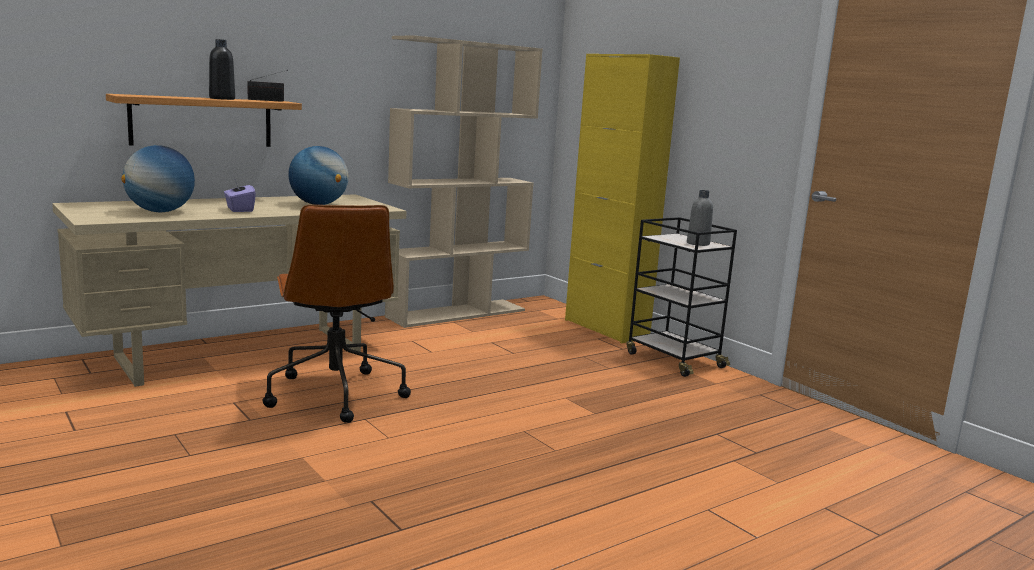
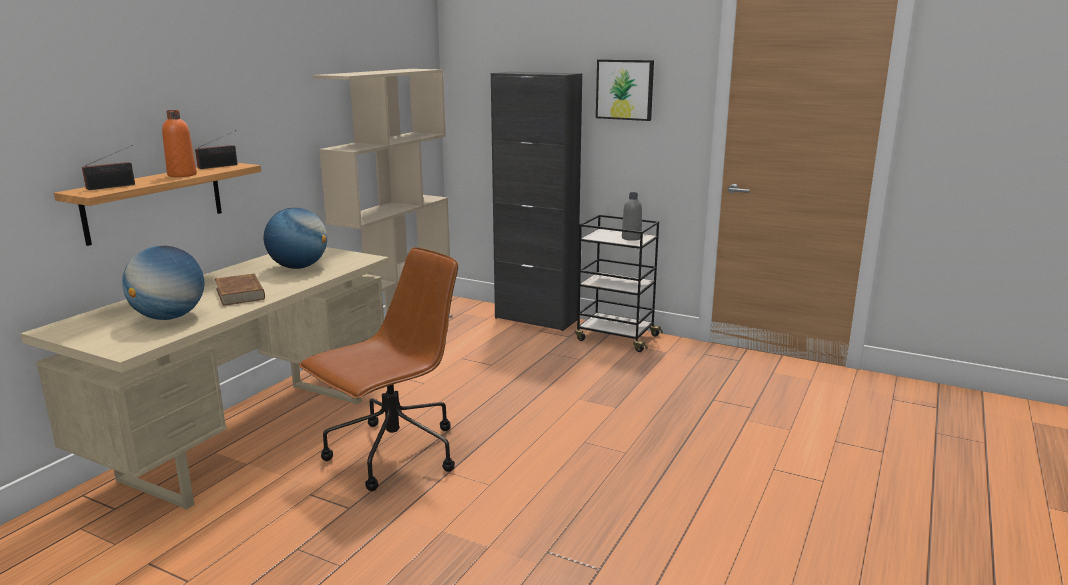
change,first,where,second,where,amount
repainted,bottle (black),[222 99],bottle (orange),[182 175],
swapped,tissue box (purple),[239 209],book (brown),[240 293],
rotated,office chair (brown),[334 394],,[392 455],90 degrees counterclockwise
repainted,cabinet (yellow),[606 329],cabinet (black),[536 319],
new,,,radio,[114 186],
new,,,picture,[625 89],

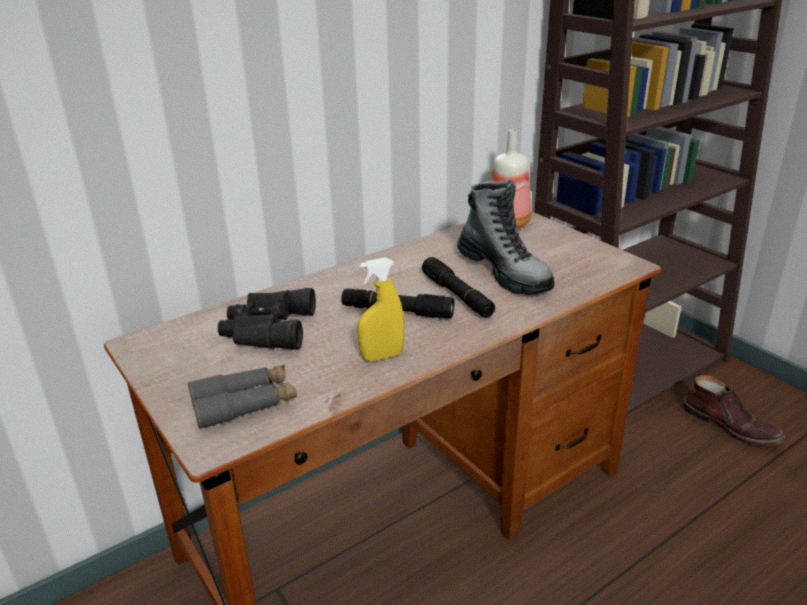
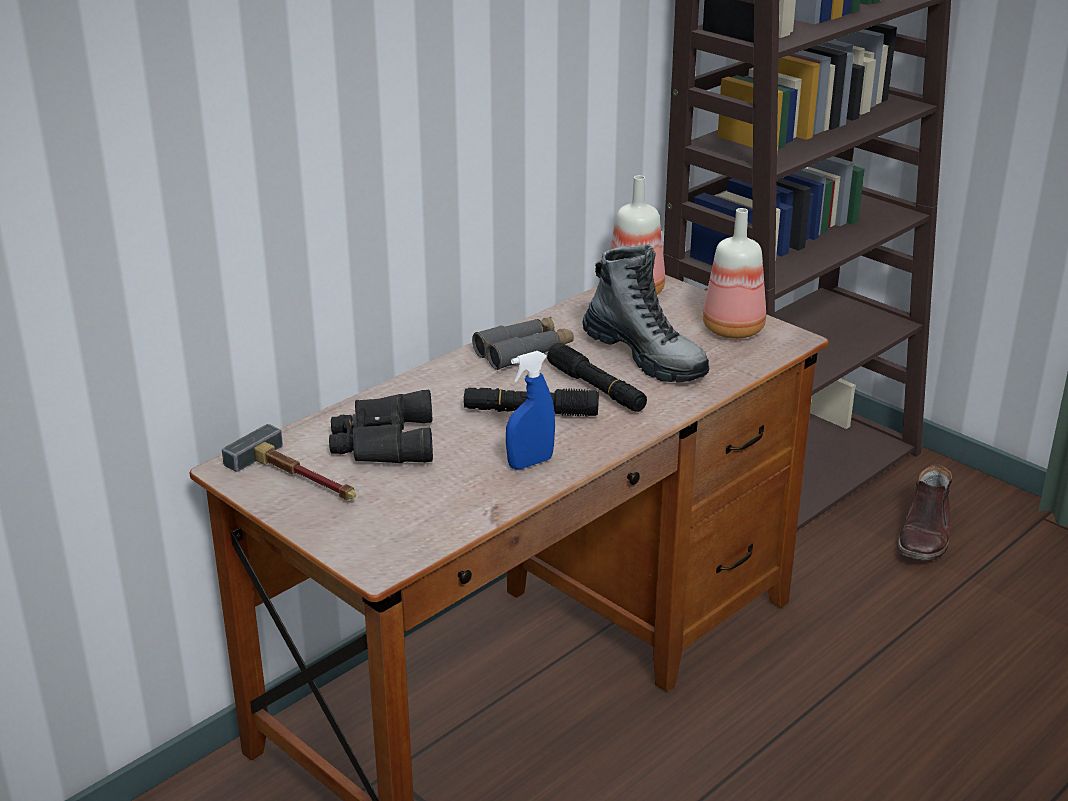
change,first,where,second,where,amount
shifted,binoculars (grey),[244 404],,[524 351],
repainted,spray bottle (yellow),[382 356],spray bottle (blue),[530 463],
rotated,boot (brown),[730 425],,[925 535],75 degrees clockwise
new,,,hammer,[299 478],
new,,,bottle,[735 330],

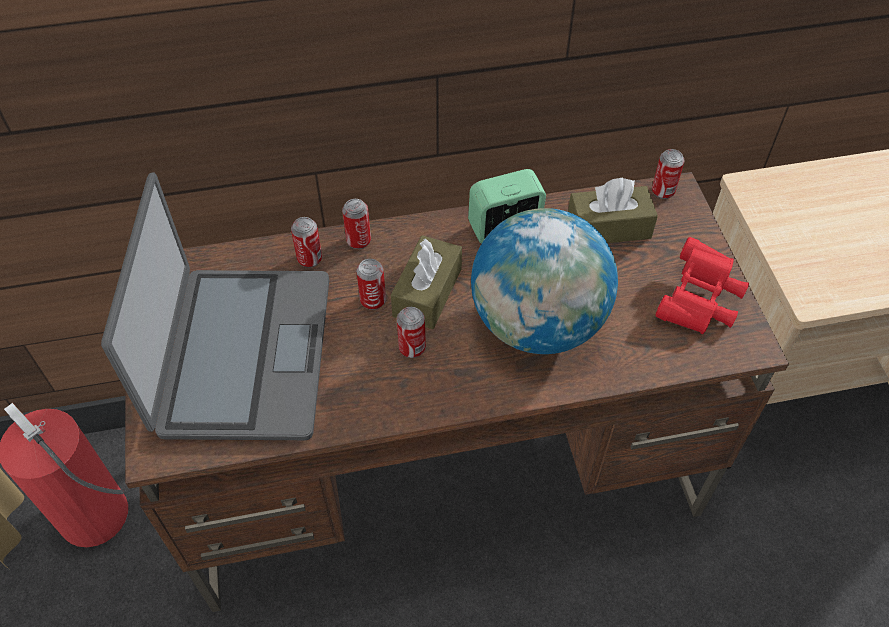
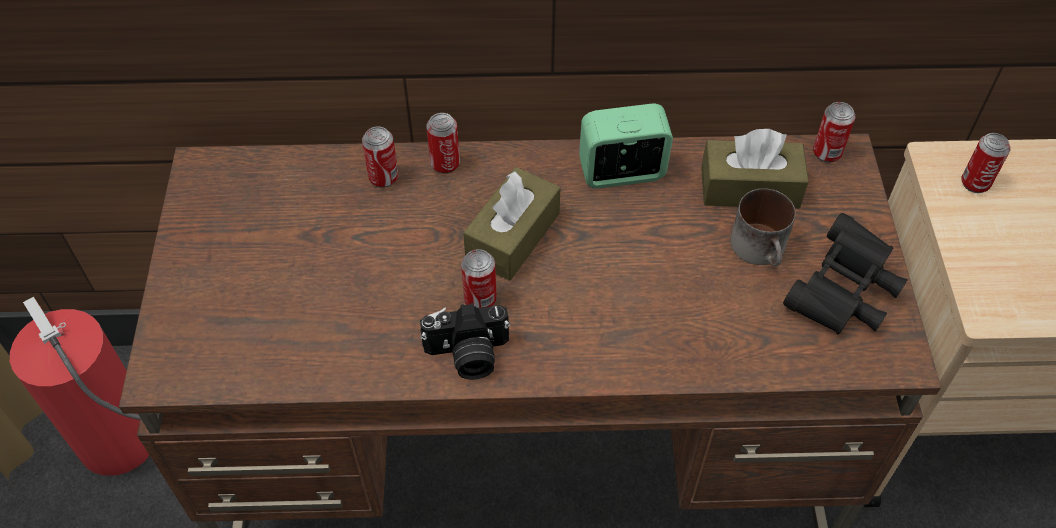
change,first,where,second,where,amount
gone,laptop,[243 354],,,
shifted,can,[373 300],,[975 183],
gone,globe,[537 324],,,
repainted,binoculars (red),[698 301],binoculars (black),[842 294],
new,,,photo camera,[468 355],
new,,,mug,[762 249],

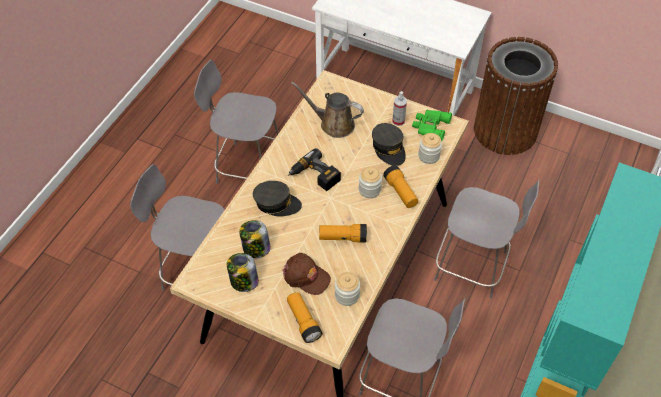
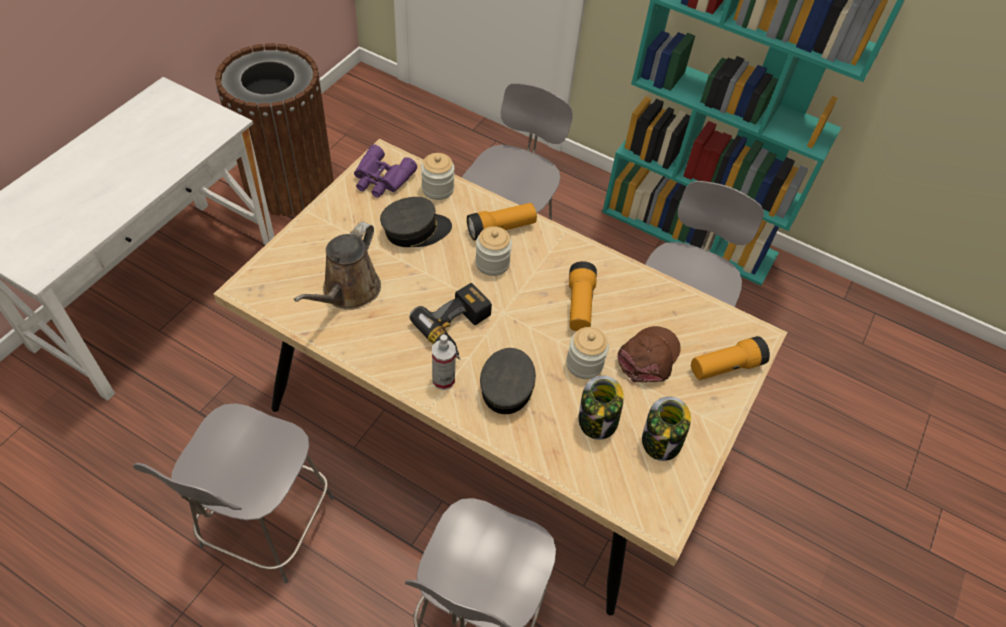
change,first,where,second,where,amount
shifted,jar,[347 295],,[584 364],
shifted,spray bottle,[398 121],,[443 380],
repainted,binoculars (green),[430 126],binoculars (purple),[381 179],

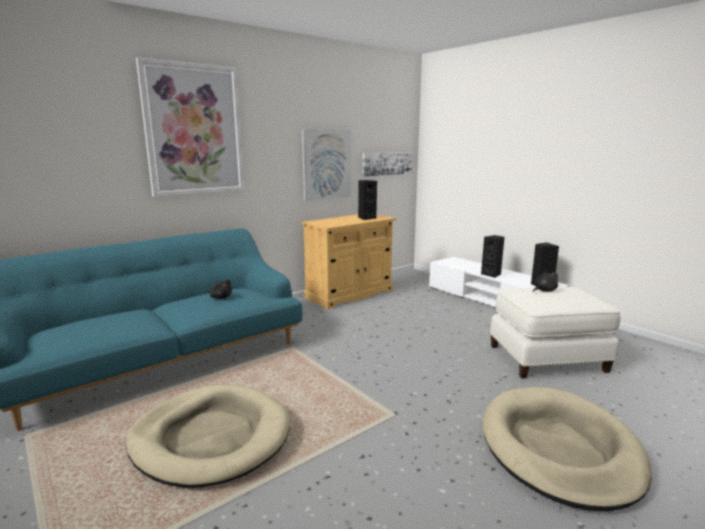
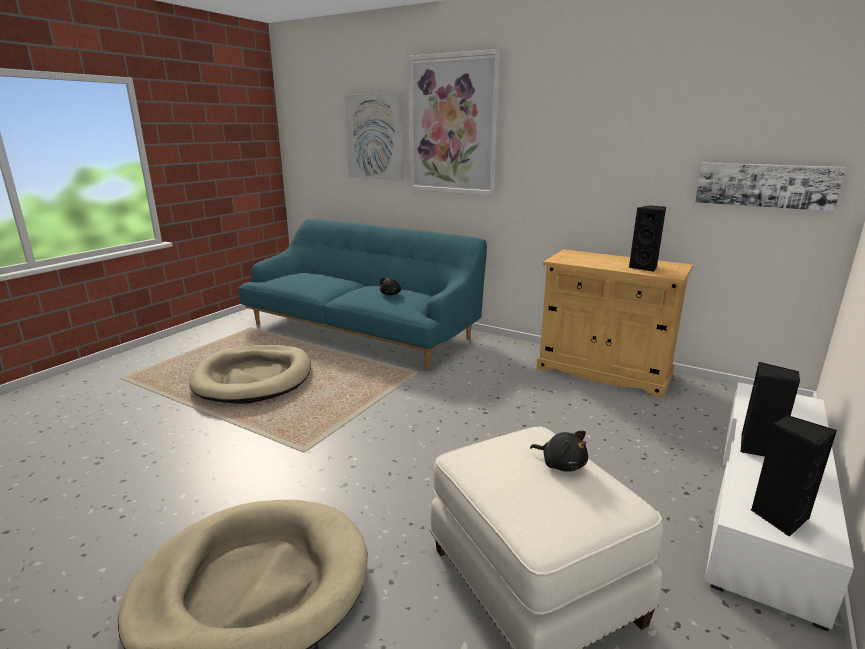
change,first,where,second,where,amount
shifted,picture,[327 164],,[374 137],

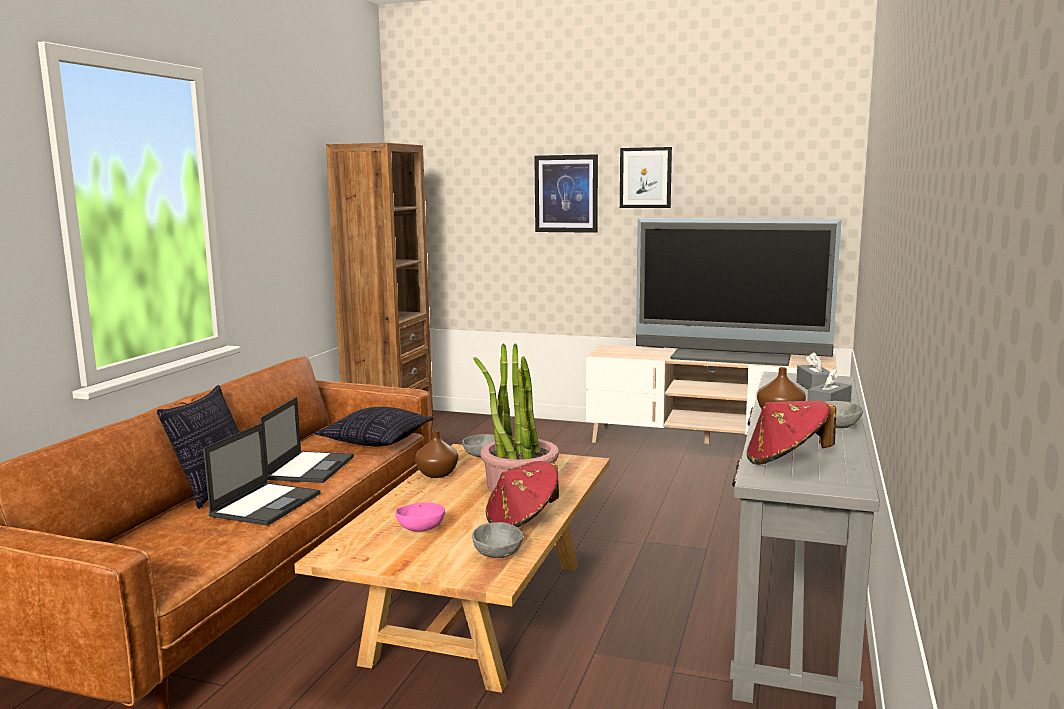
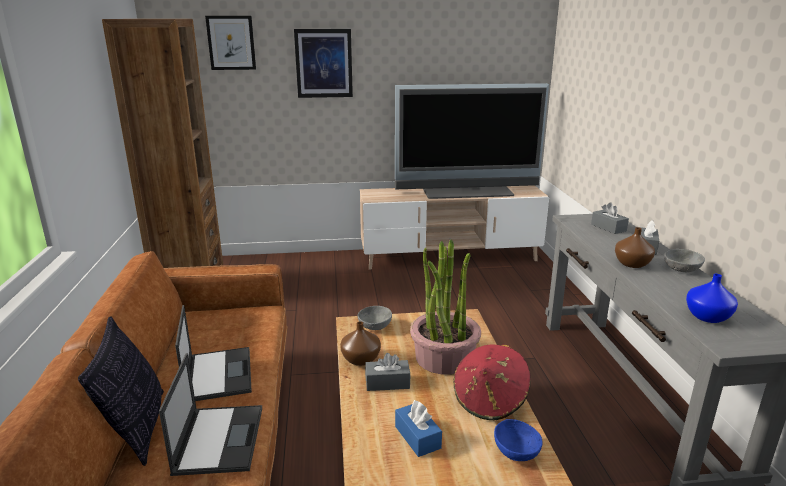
change,first,where,second,where,amount
gone,pillow,[376 441],,,
swapped,bowl (pink),[420 528],tissue box (blue),[417 437],
repainted,bowl (grey),[499 554],bowl (blue),[517 451],
shifted,picture,[645 177],,[231 43],
swapped,hat (red),[786 460],vase (blue),[708 317],
new,,,tissue box (grey),[387 383],

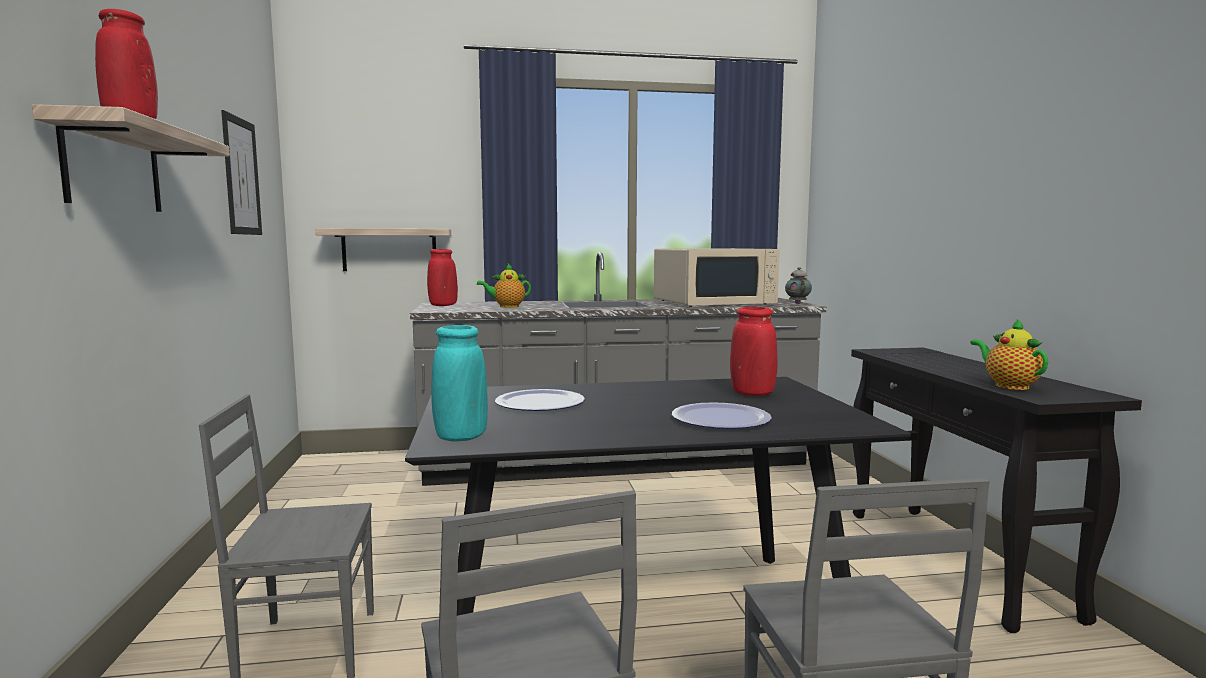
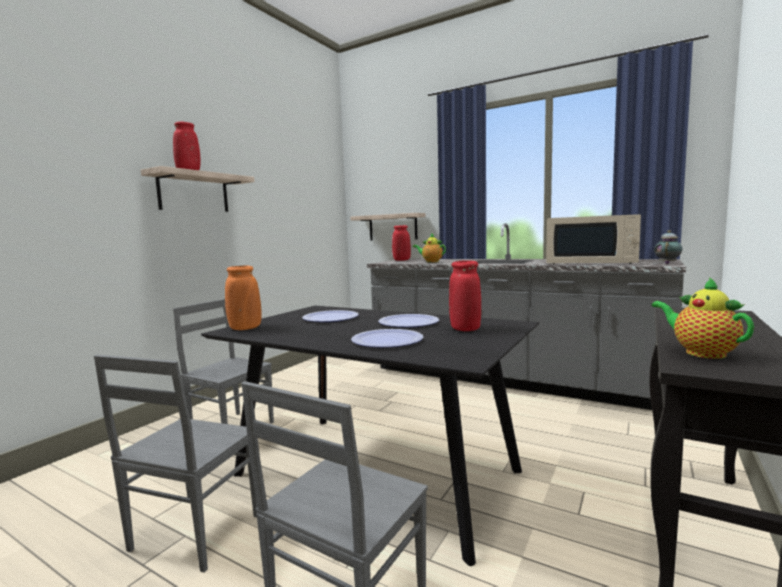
change,first,where,second,where,amount
gone,picture,[241 176],,,
repainted,vase (turquoise),[461 437],vase (orange),[245 328],
rotated,teapot,[1008 386],,[700 352],45 degrees counterclockwise
new,,,plate,[408 322],

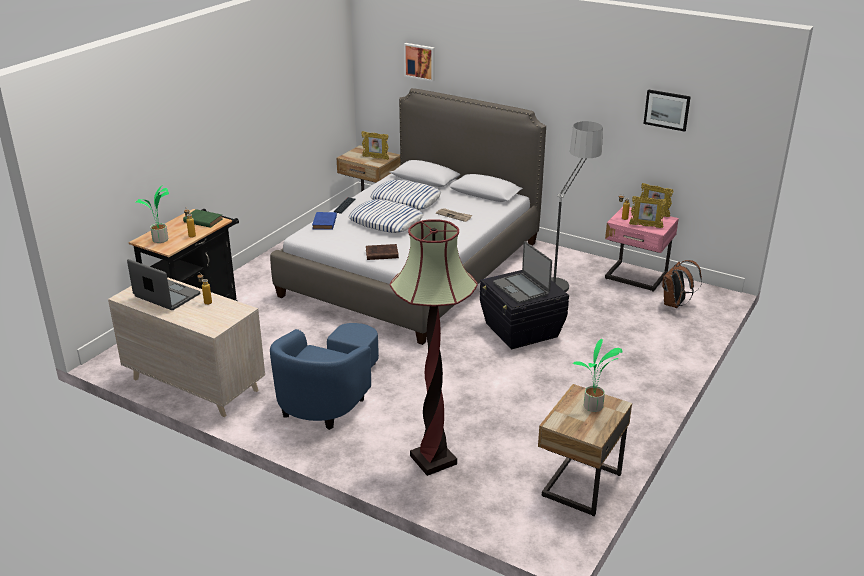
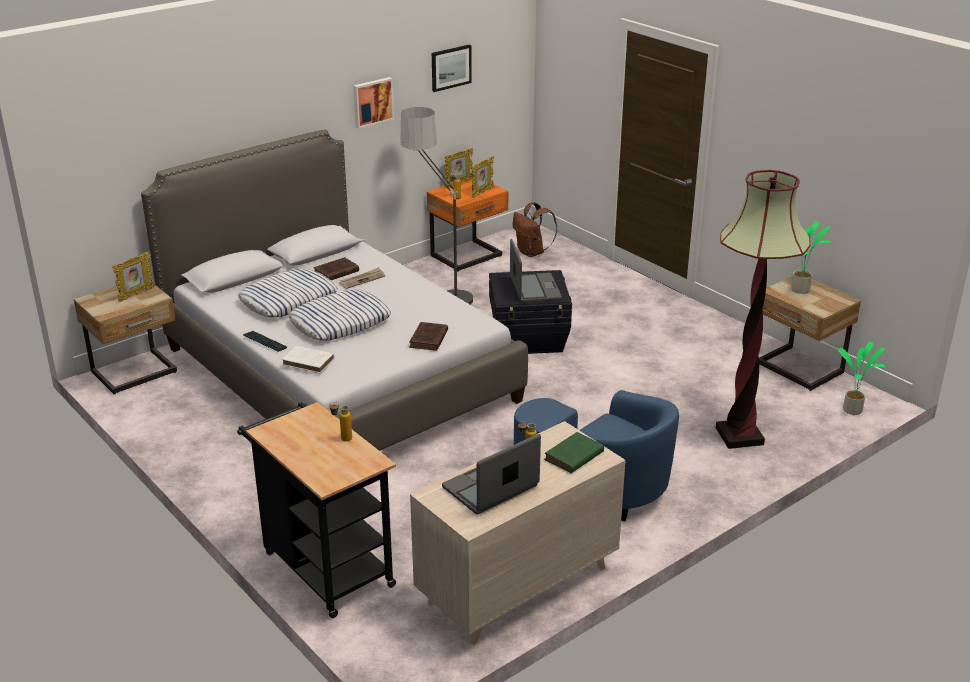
change,first,where,second,where,amount
shifted,potted plant,[160 240],,[854 410],
shifted,book (green),[202 220],,[573 456],
repainted,book (blue),[324 223],book (white),[309 362],
shifted,picture,[420 61],,[372 102],
rotated,laptop,[521 289],,[534 289],90 degrees counterclockwise
repainted,nightstand (pink),[635 278],nightstand (orange),[468 257],
new,,,book (brown),[335 272],

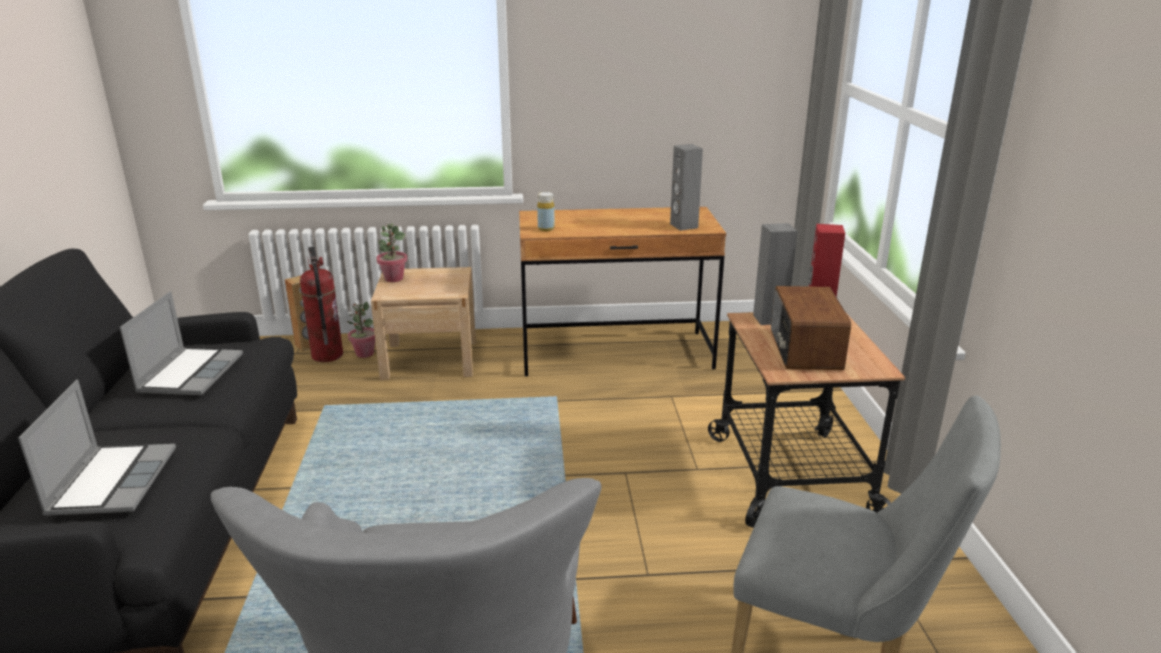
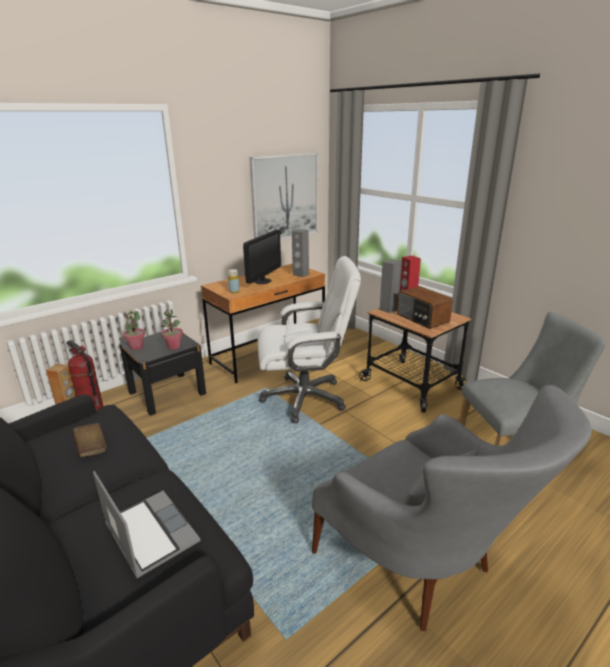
change,first,where,second,where,amount
swapped,laptop,[190 373],book (brown),[91 447],
shifted,potted plant,[364 354],,[174 346],
repainted,nightstand (beige),[430 359],nightstand (black),[167 393],
new,,,monitor,[263 281],
new,,,picture,[285 197],
new,,,office chair (white),[305 398],

